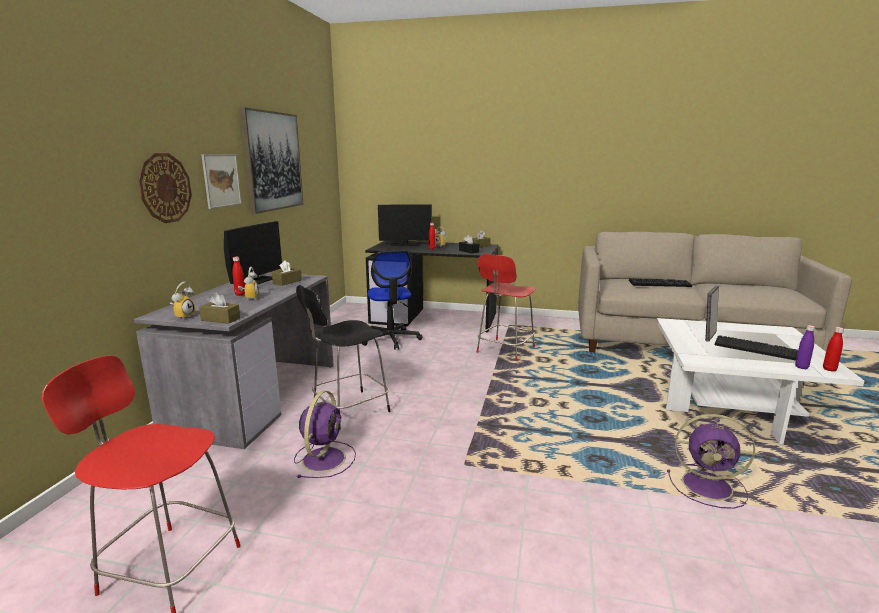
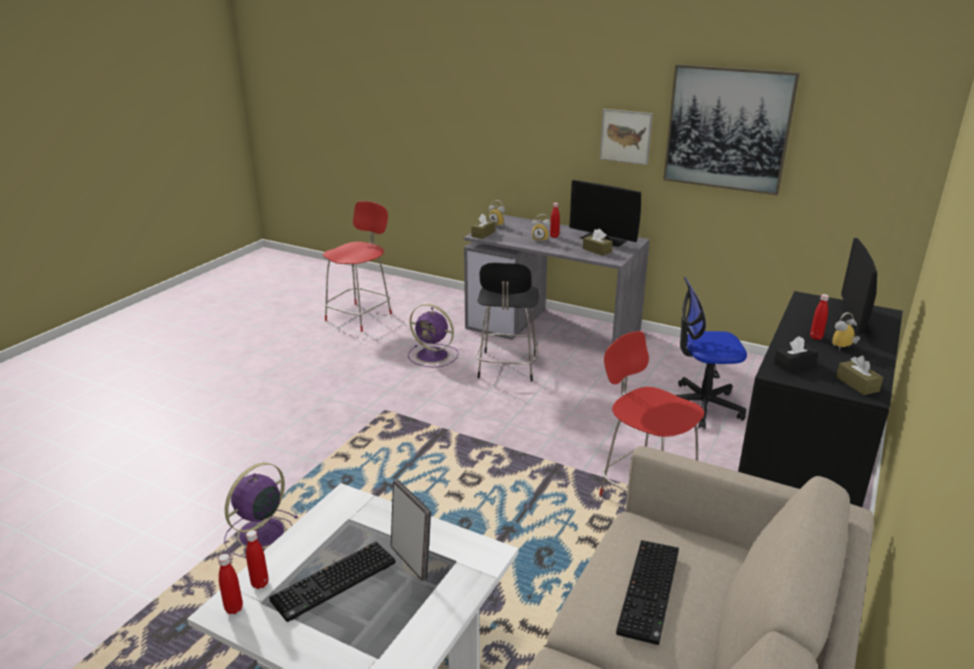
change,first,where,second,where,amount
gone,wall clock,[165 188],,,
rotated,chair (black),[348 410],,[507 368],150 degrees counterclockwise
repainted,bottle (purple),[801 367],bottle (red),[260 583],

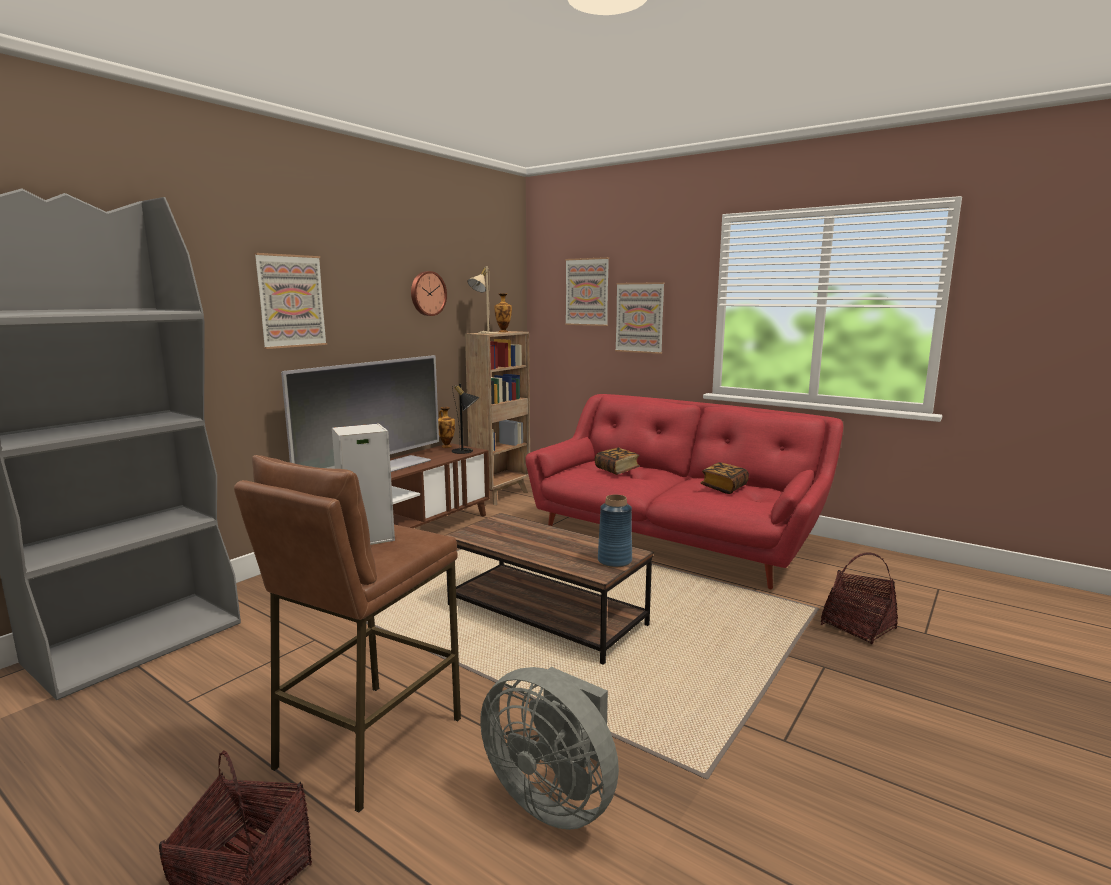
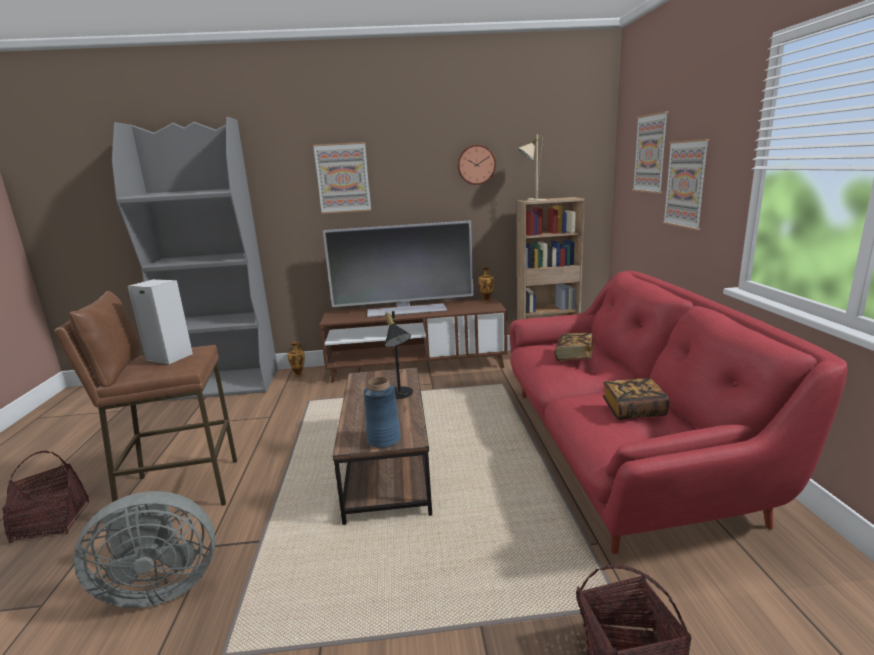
change,first,where,second,where,amount
shifted,table lamp (black),[466 451],,[400 395],
rotated,fan (grey),[553 798],,[159 587],105 degrees counterclockwise
shifted,vase,[503 331],,[299 375],

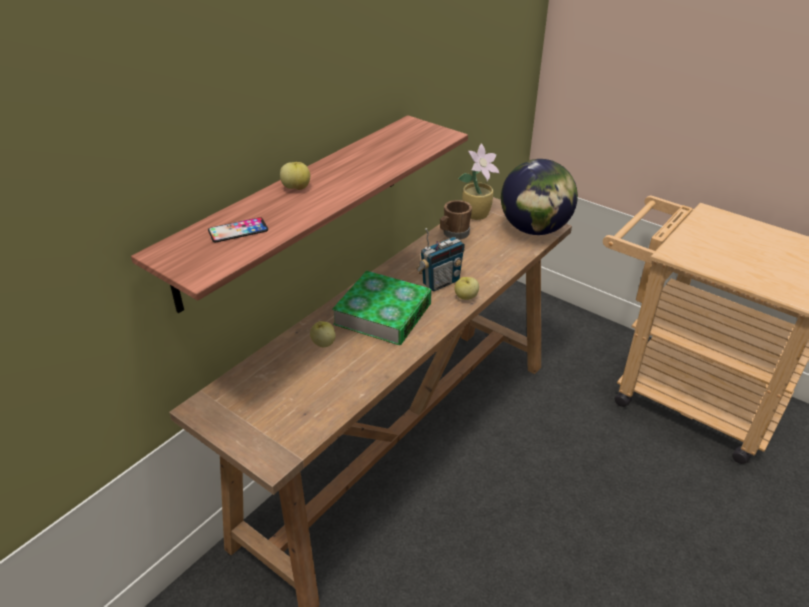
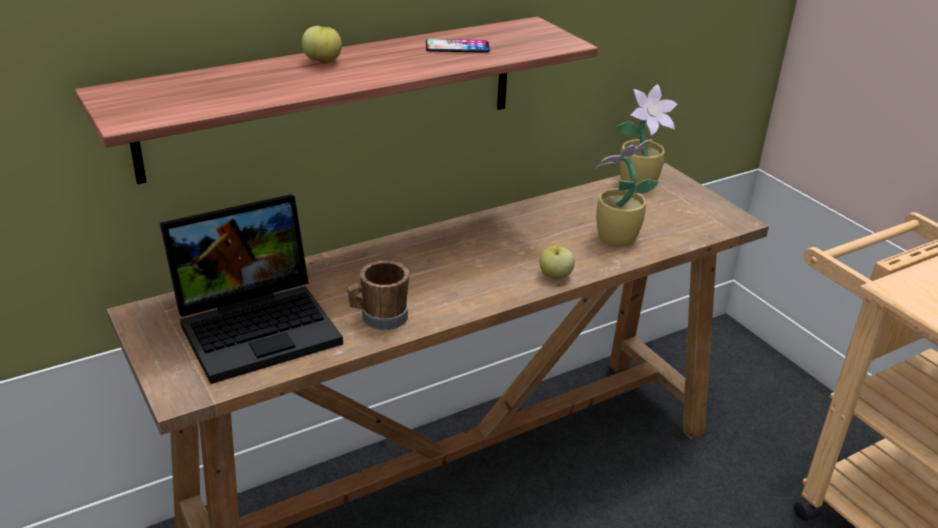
change,first,where,second,where,amount
shifted,phone,[238 230],,[457 47],
gone,apple,[323 343],,,
gone,book,[383 314],,,
gone,radio,[440 282],,,
shifted,mug (brown),[453 234],,[379 318],
gone,globe,[534 229],,,
new,,,laptop,[260 325],
new,,,potted plant,[614 238],

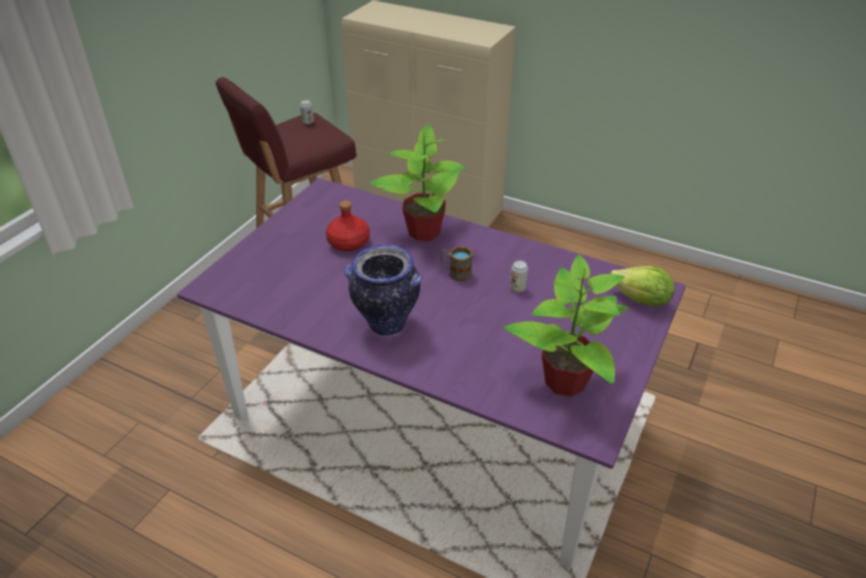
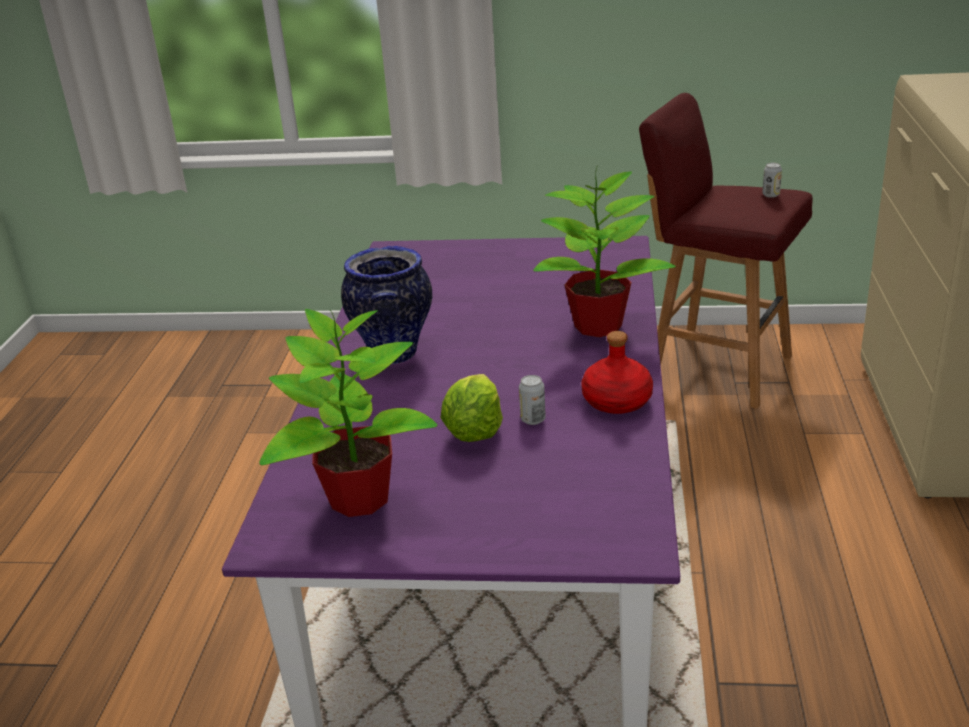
change,first,where,second,where,amount
shifted,bottle (red),[348 242],,[617 401],
gone,mug,[455 272],,,
shifted,lettuce,[641 300],,[474 431],

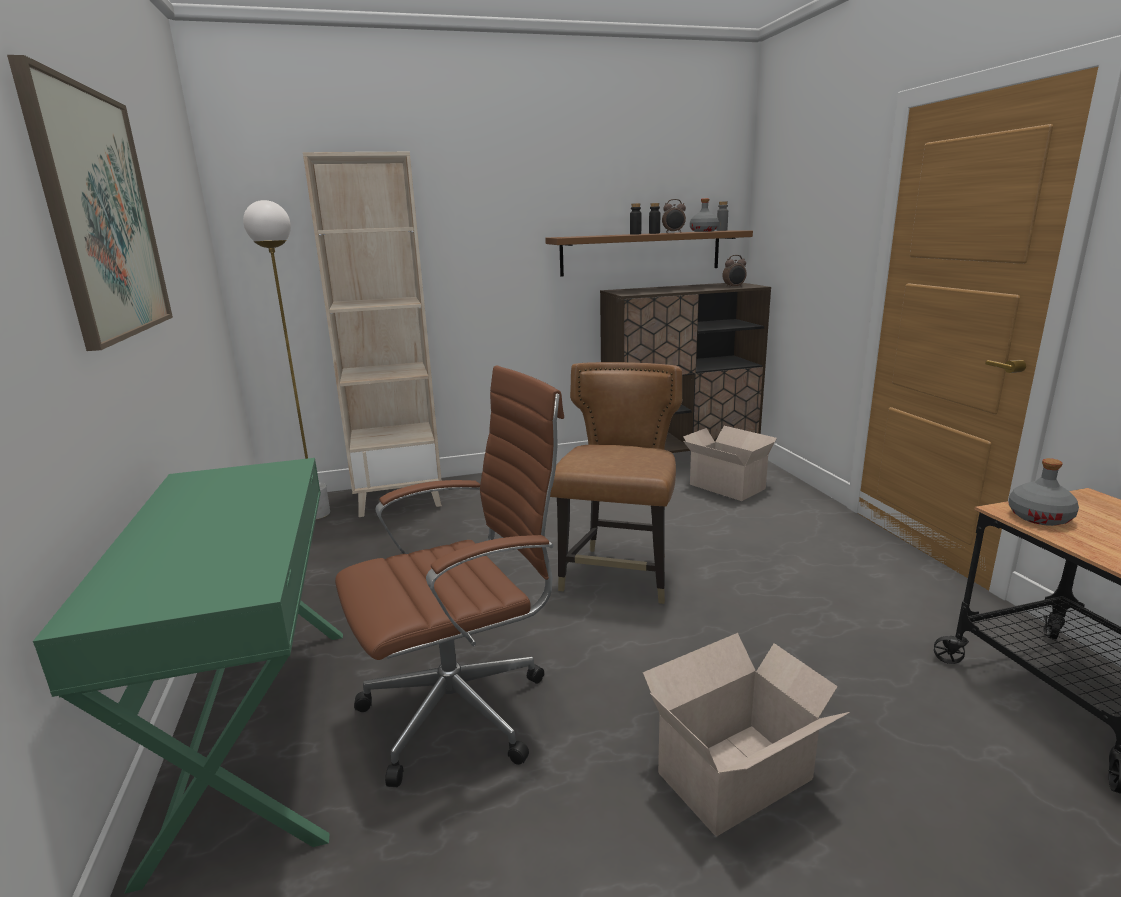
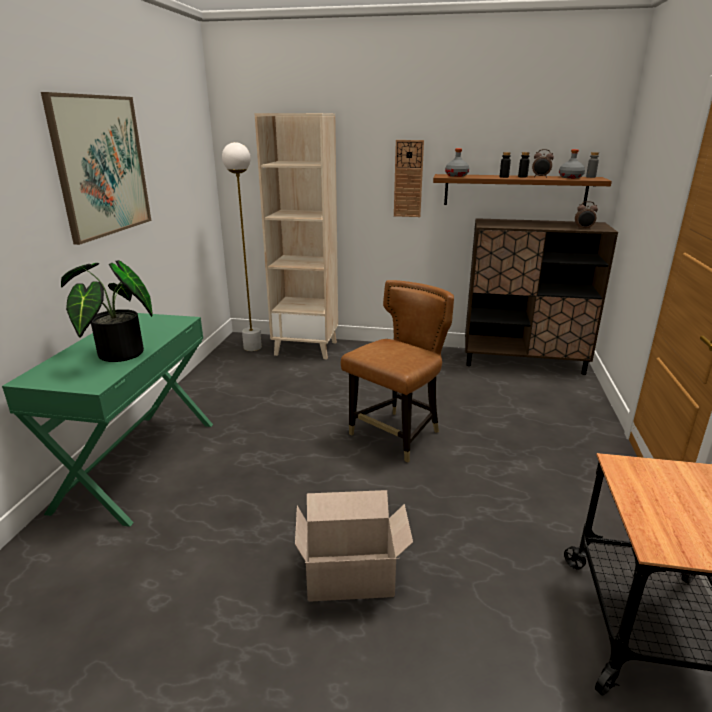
change,first,where,second,where,amount
gone,office chair (brown),[464 709],,,
gone,cardboard box,[725 486],,,
shifted,bottle (grey),[1039 517],,[456 175],
new,,,potted plant,[116 355],
new,,,wall clock,[408 179],

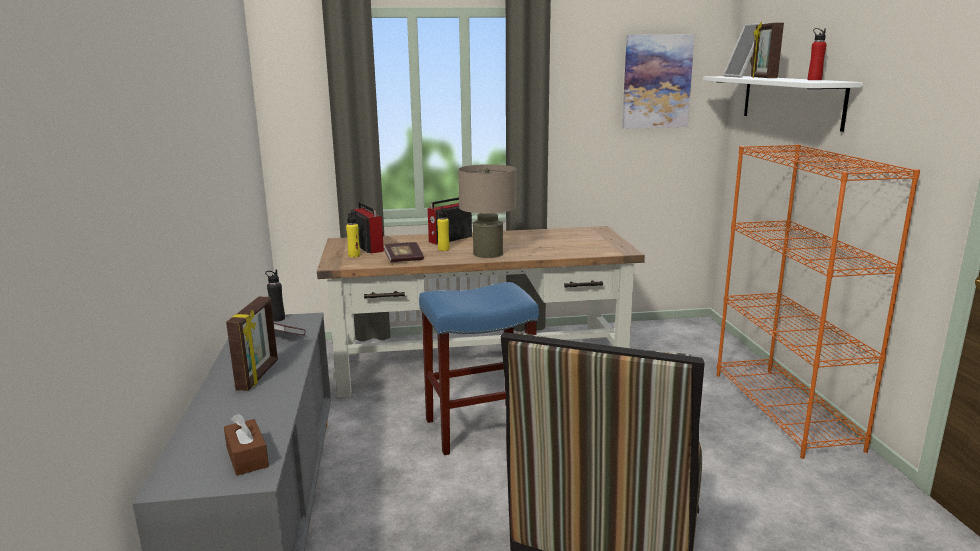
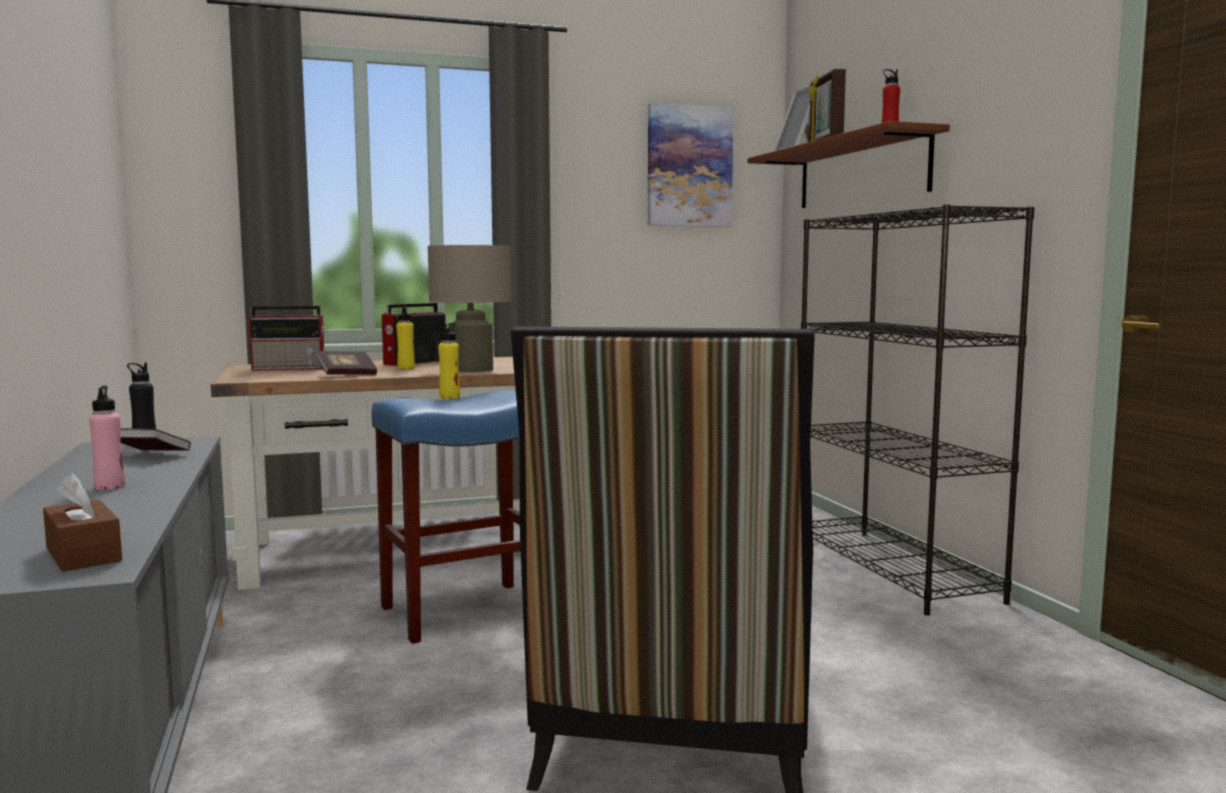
change,first,where,second,where,amount
swapped,picture frame,[259 375],bottle (pink),[109 486],
shifted,bottle (yellow),[354 255],,[449 397],
rotated,radio,[368 247],,[291 368],120 degrees clockwise
repainted,shelf (white),[791 100],shelf (brown),[861 172],
repainted,bookcase (orange),[785 410],bookcase (black),[893 570],

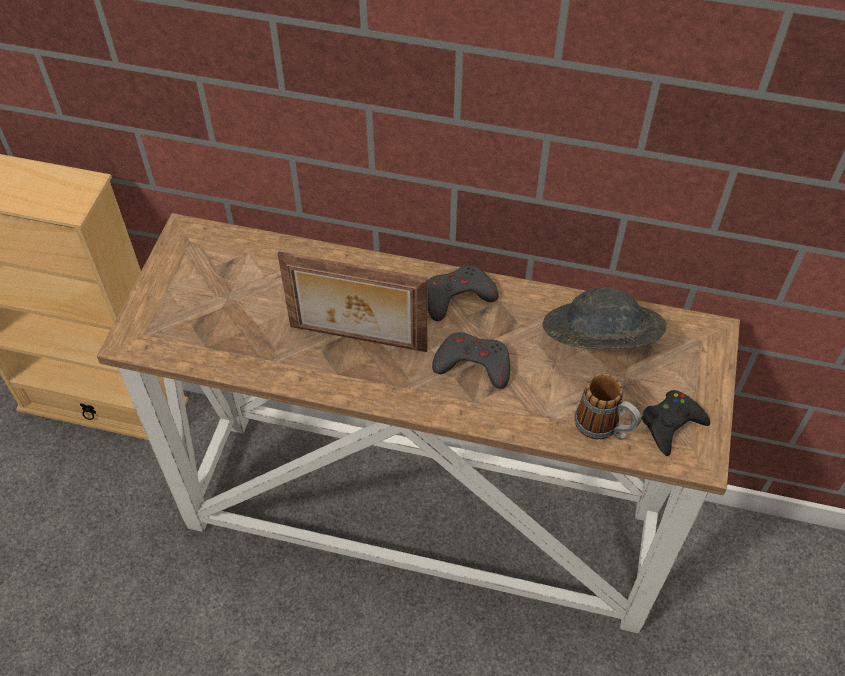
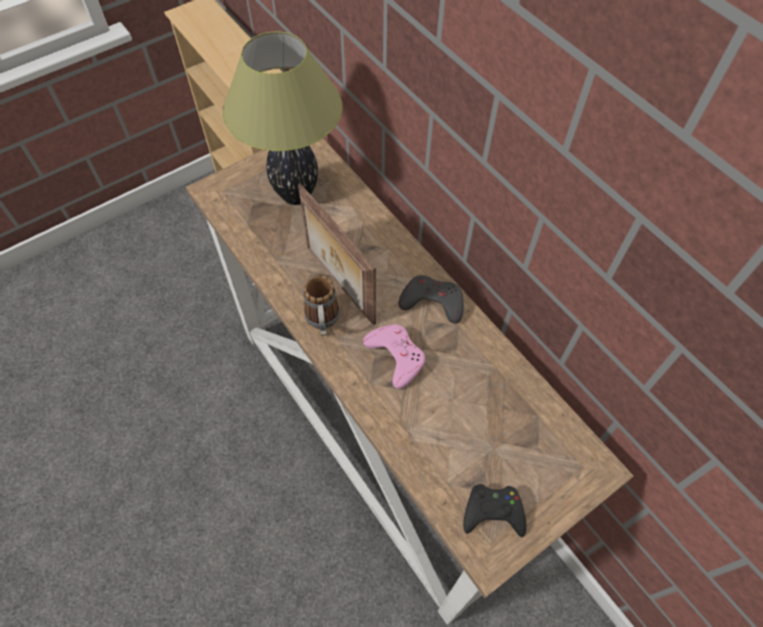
change,first,where,second,where,amount
repainted,game controller (grey),[473 364],game controller (pink),[395 356],
gone,hat (grey),[598 342],,,
shifted,mug,[604 428],,[323 322],
new,,,table lamp,[296 194],

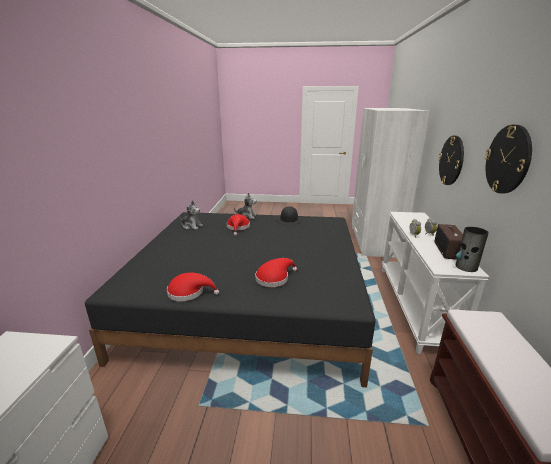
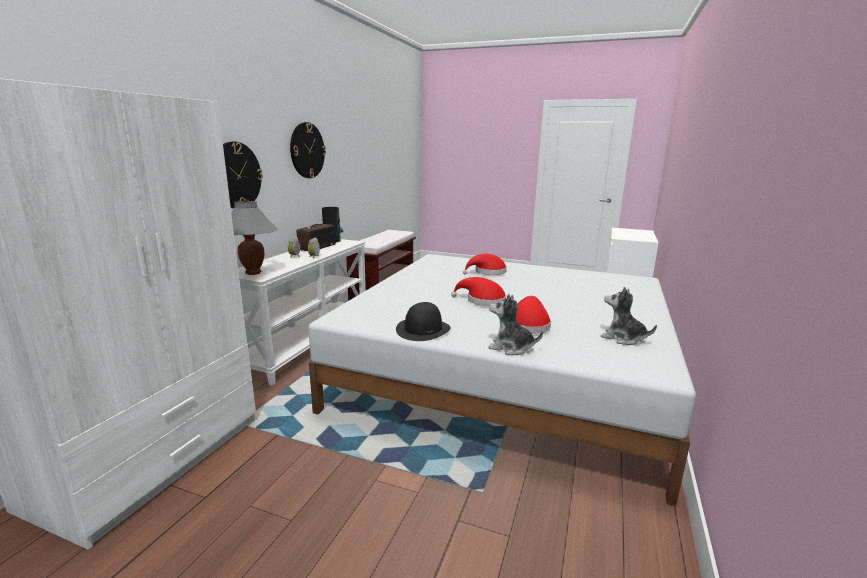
change,first,where,second,where,amount
repainted,bed (black),[250 301],bed (white),[505 375],
shifted,hat (red),[189 292],,[482 300],
new,,,table lamp (grey),[253 273],

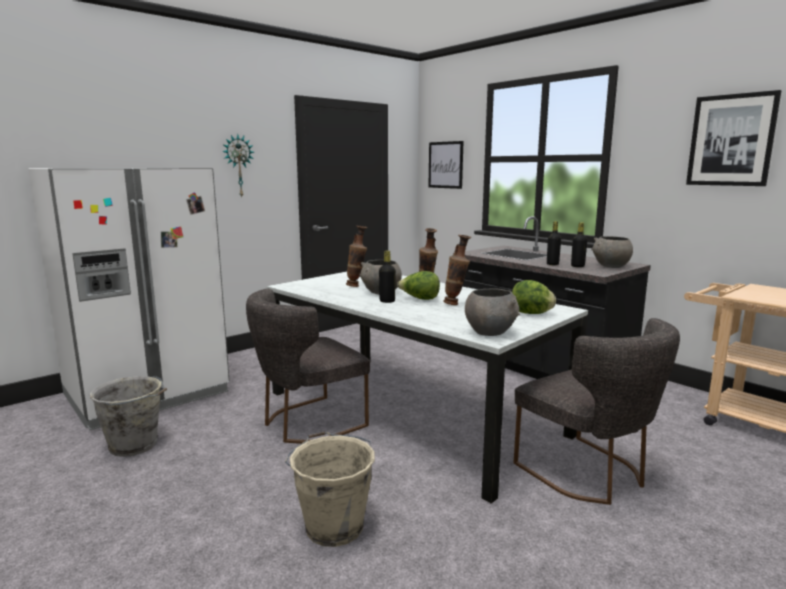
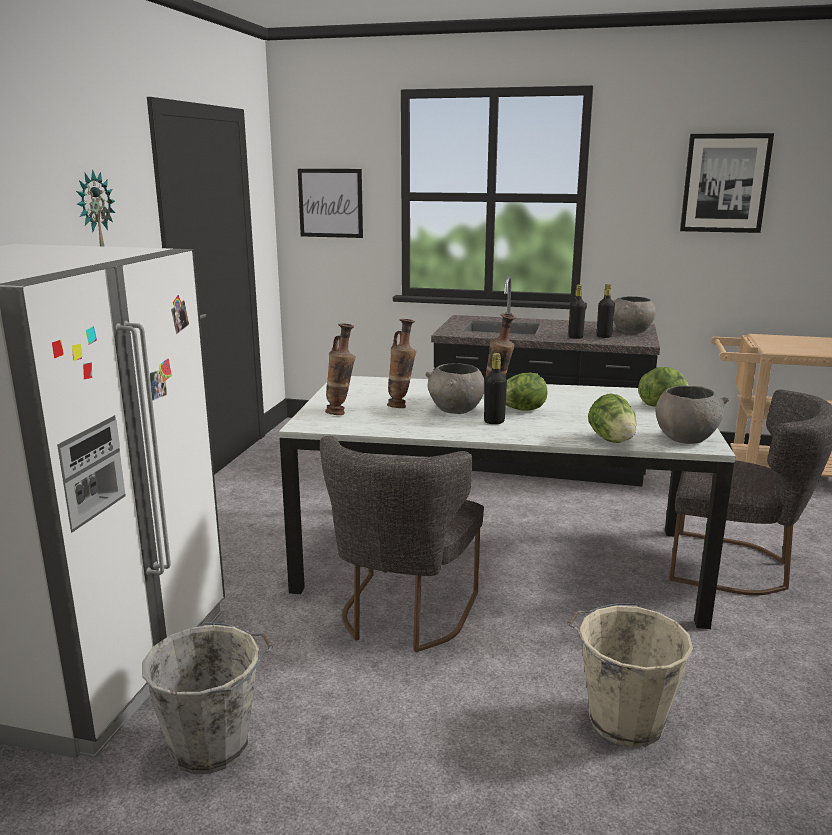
change,first,where,second,where,amount
shifted,vase,[456 304],,[341 413],
new,,,lettuce,[611 440],

